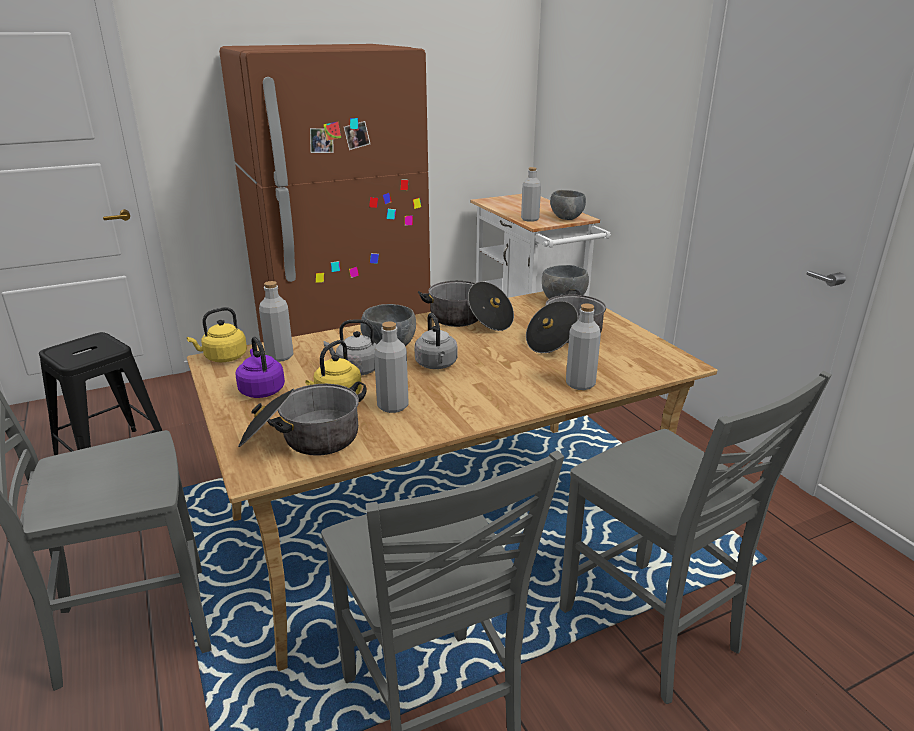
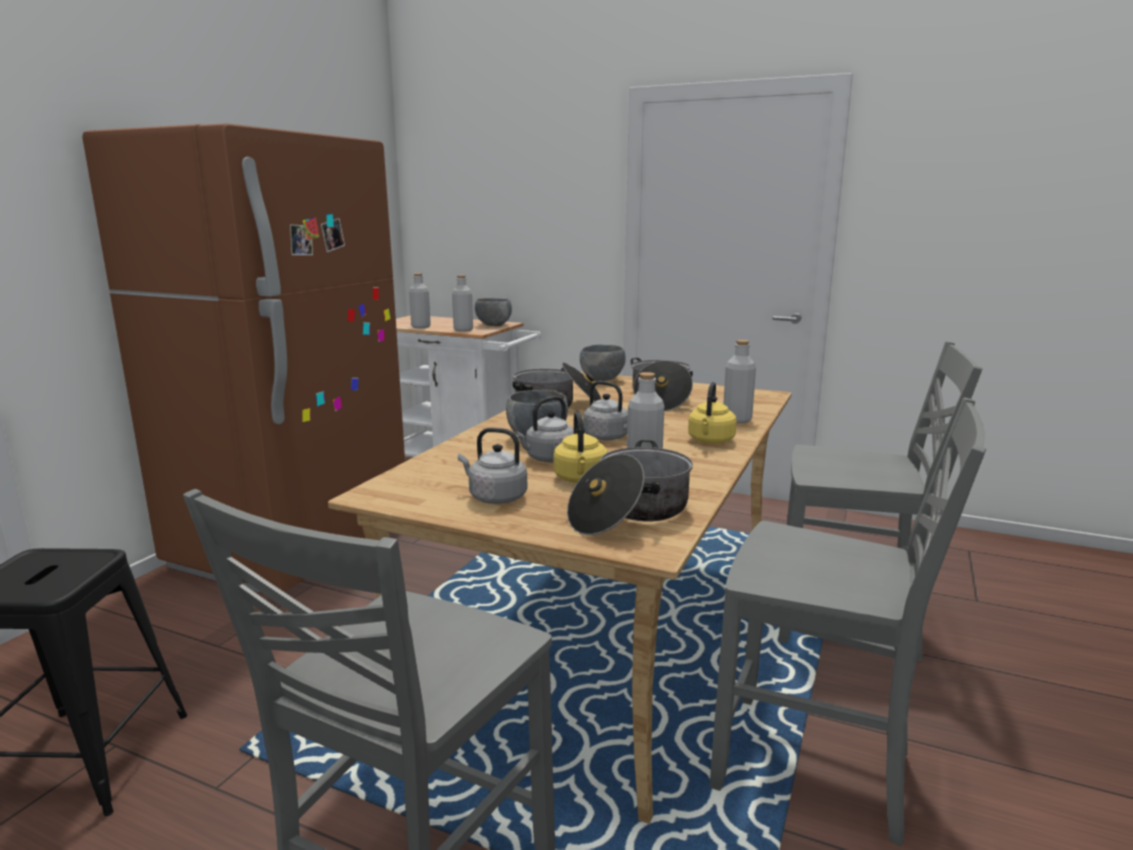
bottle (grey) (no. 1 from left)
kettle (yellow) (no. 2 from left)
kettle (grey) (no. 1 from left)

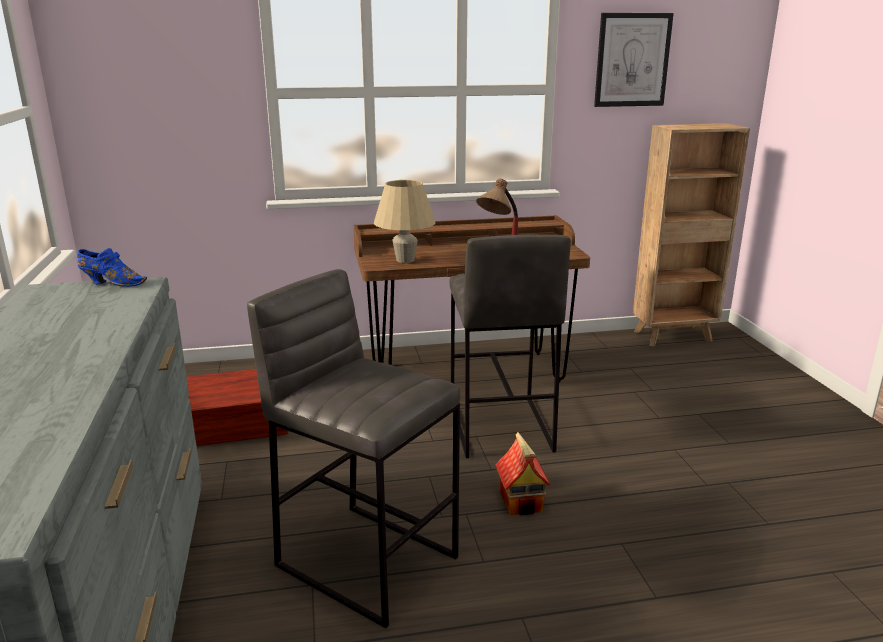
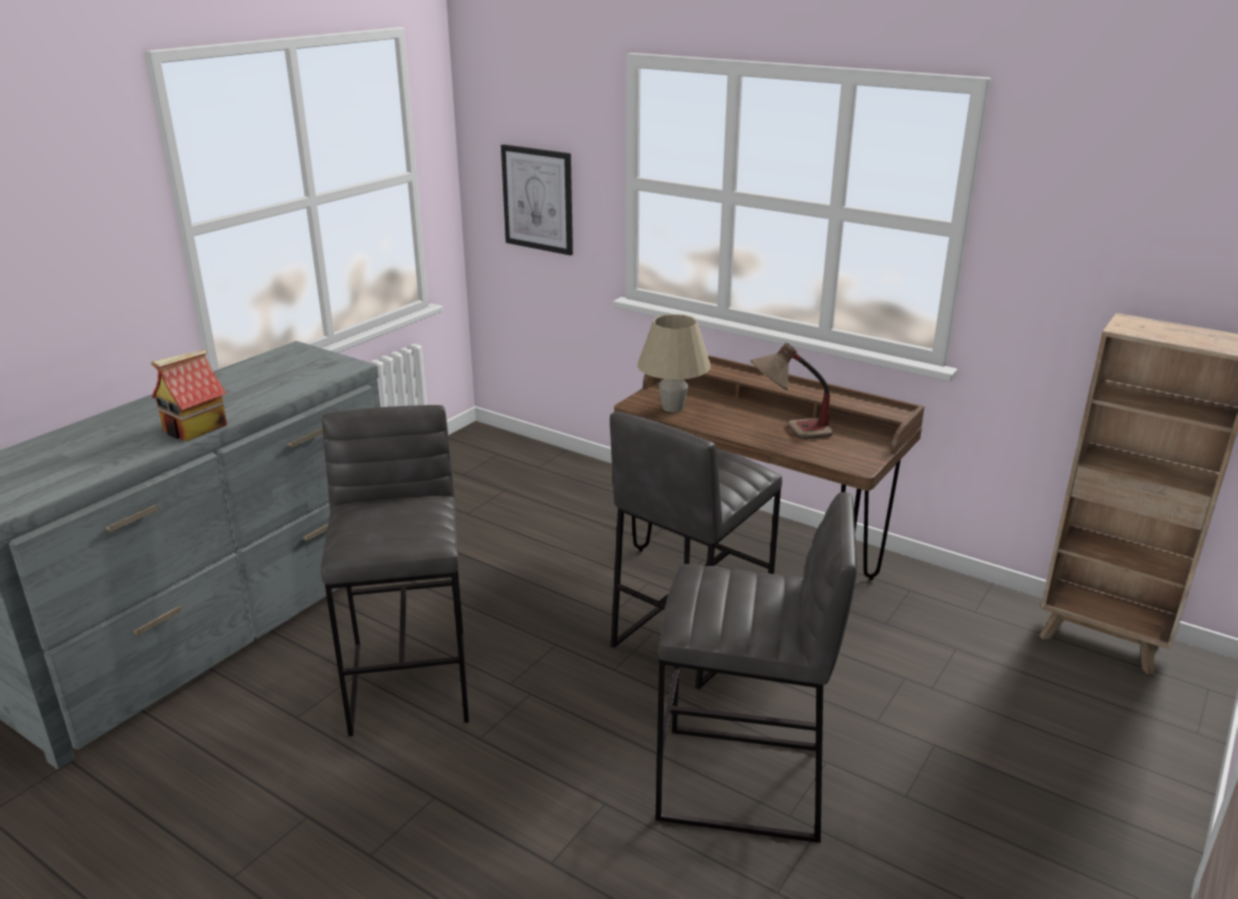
picture
shoe (blue)
storage box (brown)
toy house
stool (grey) (no. 3 from left)

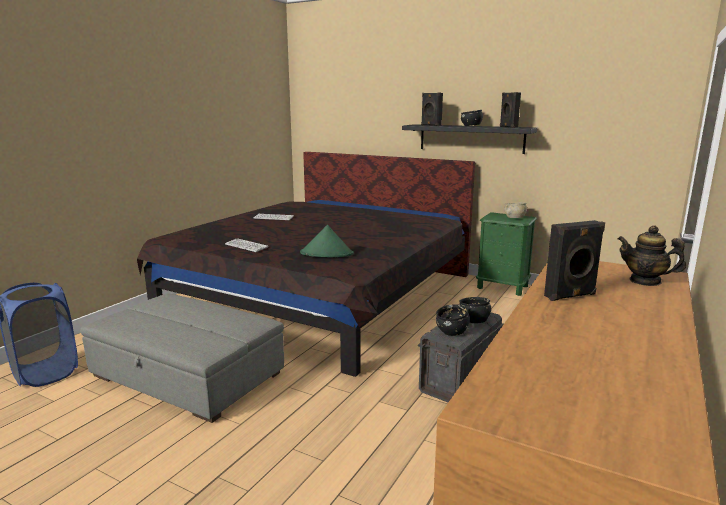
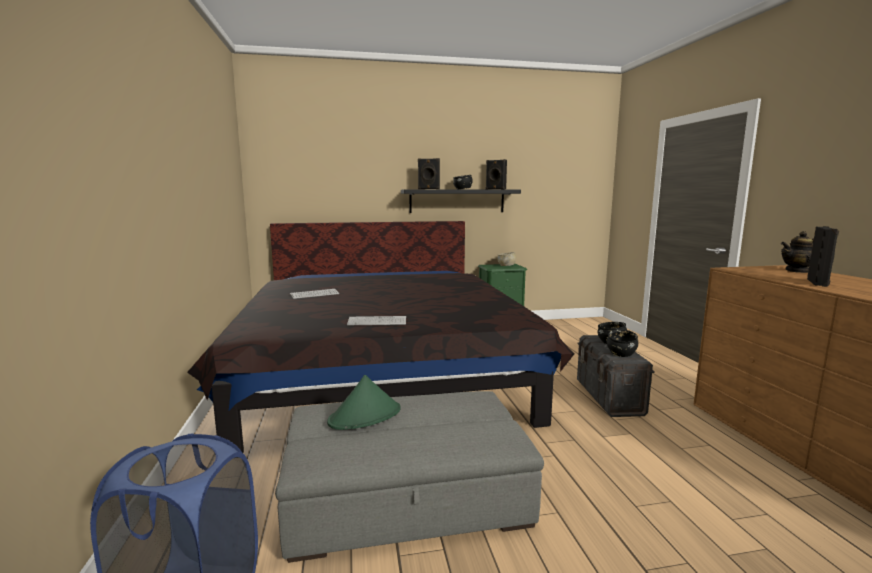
hat (green)

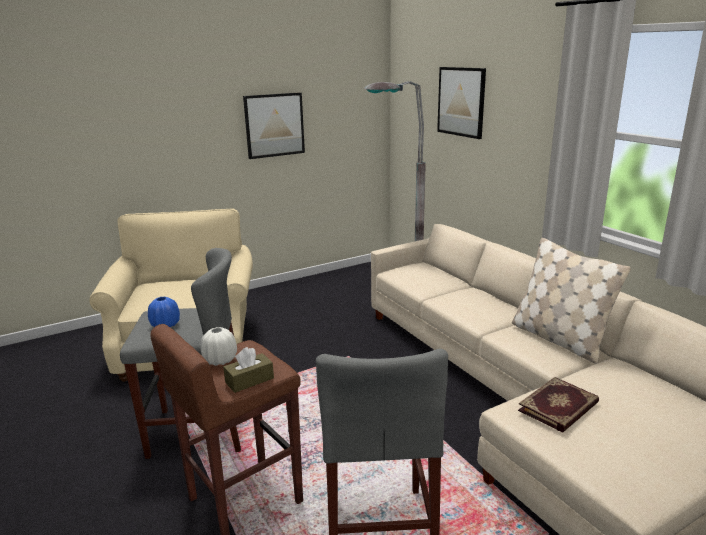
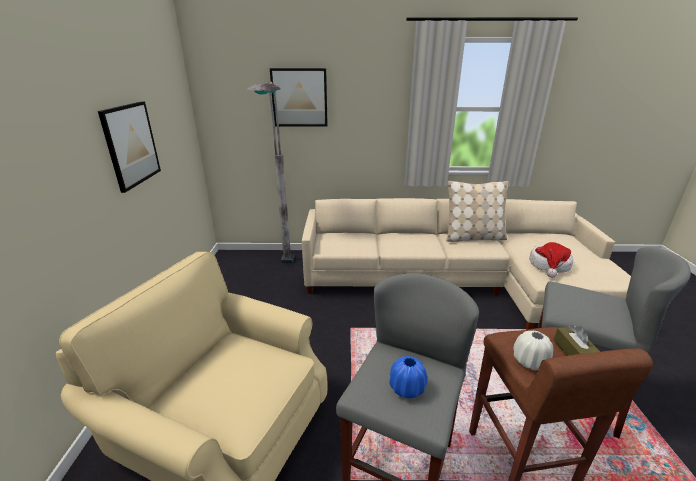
hat

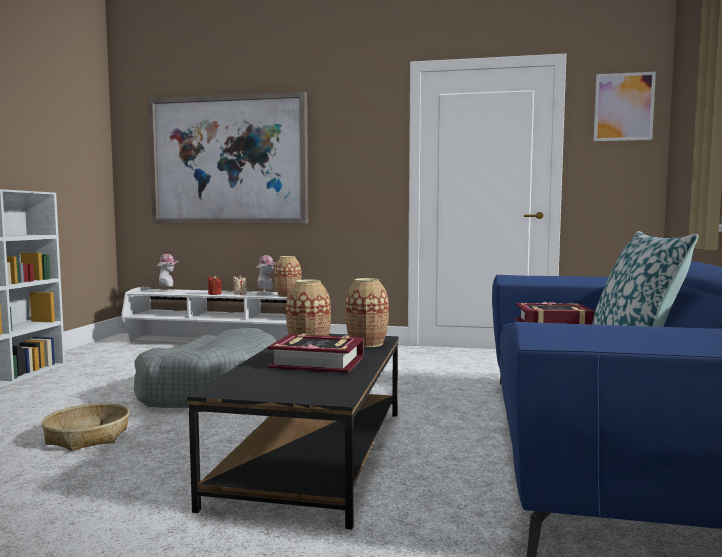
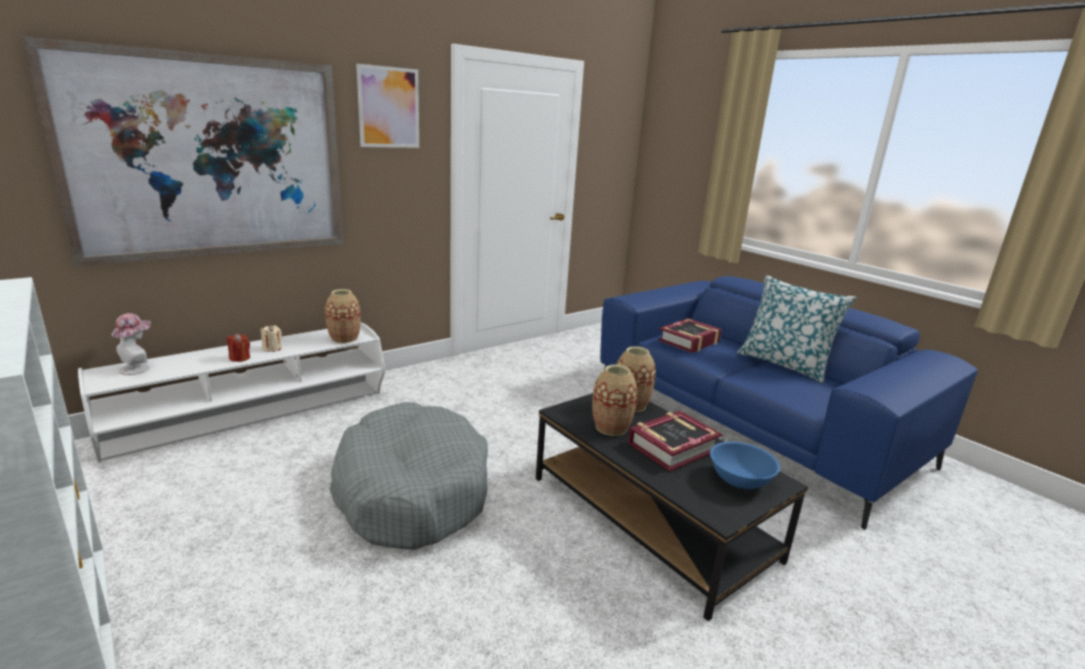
picture (no. 2 from left)
hat (no. 2 from left in the first image)
basket
bowl (blue)

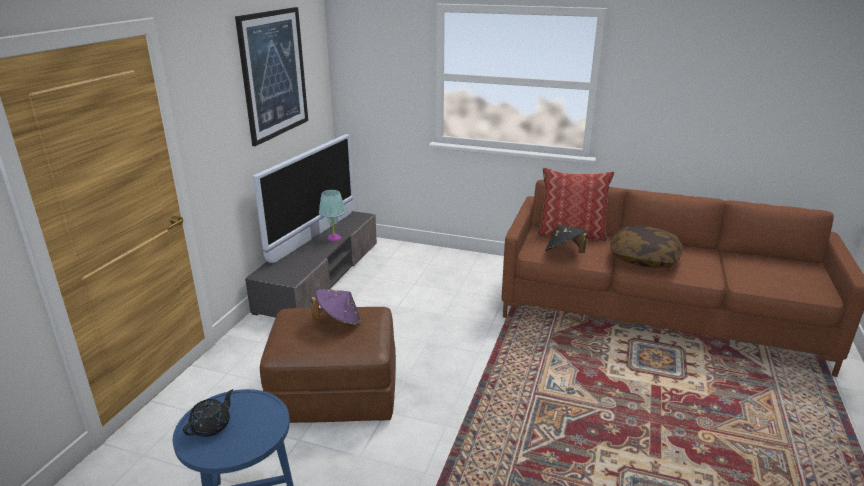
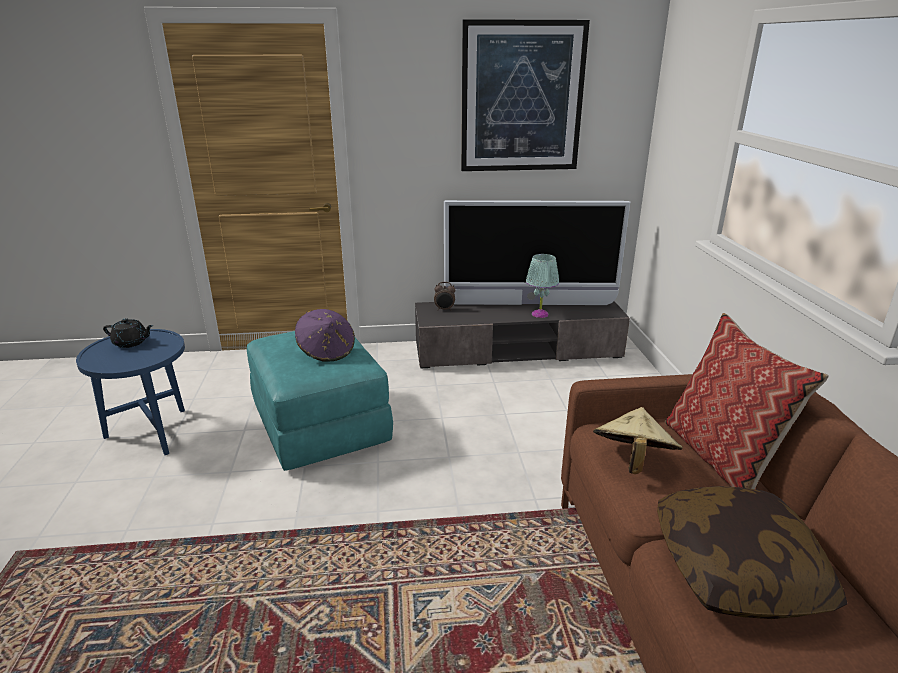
hat (beige)
ottoman (turquoise)
alarm clock

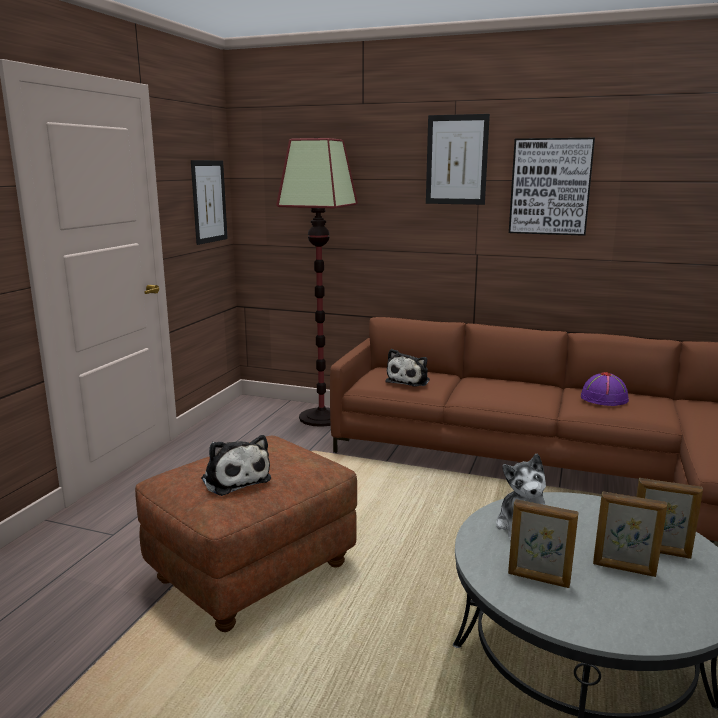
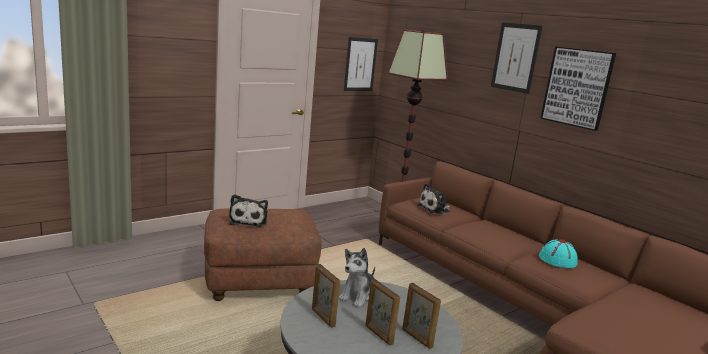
hat (turquoise)

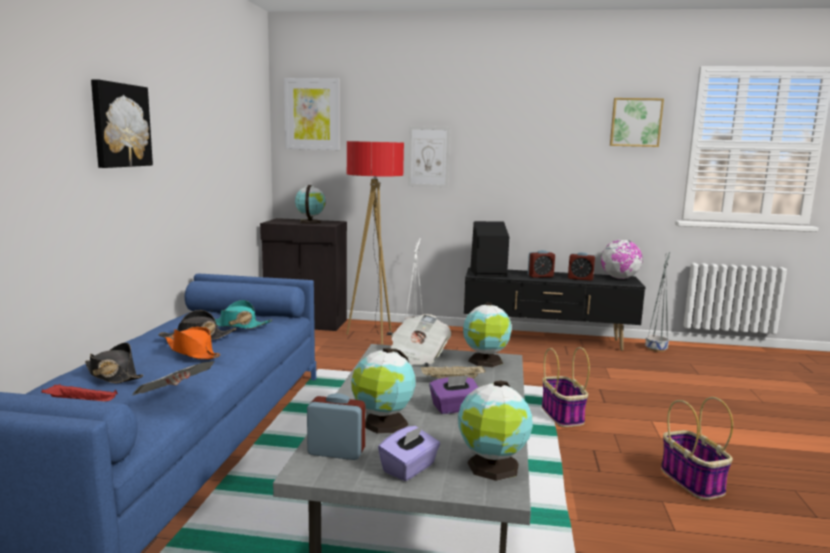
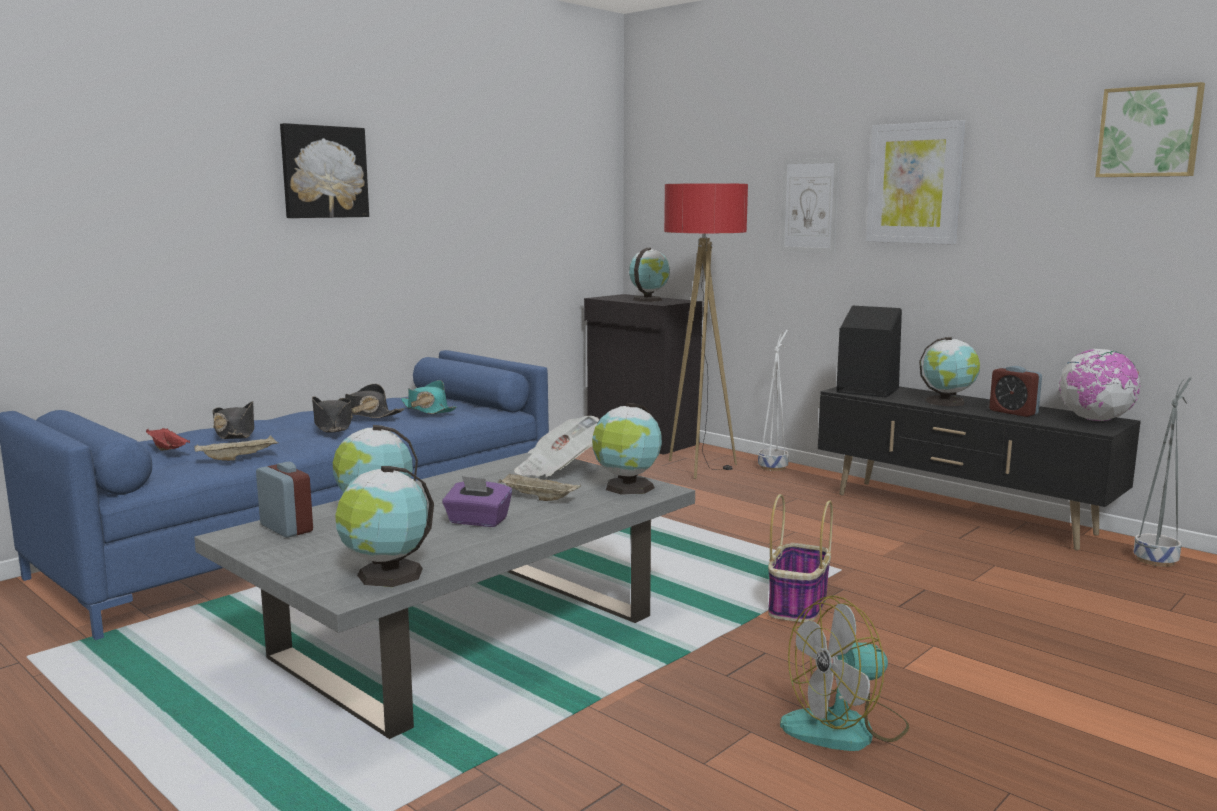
picture (no. 3 from left)
globe (no. 5 from left)
hat (black) (no. 2 from left)
tray (beige) (no. 1 from left)
fan
tissue box (purple) (no. 1 from left in the first image)

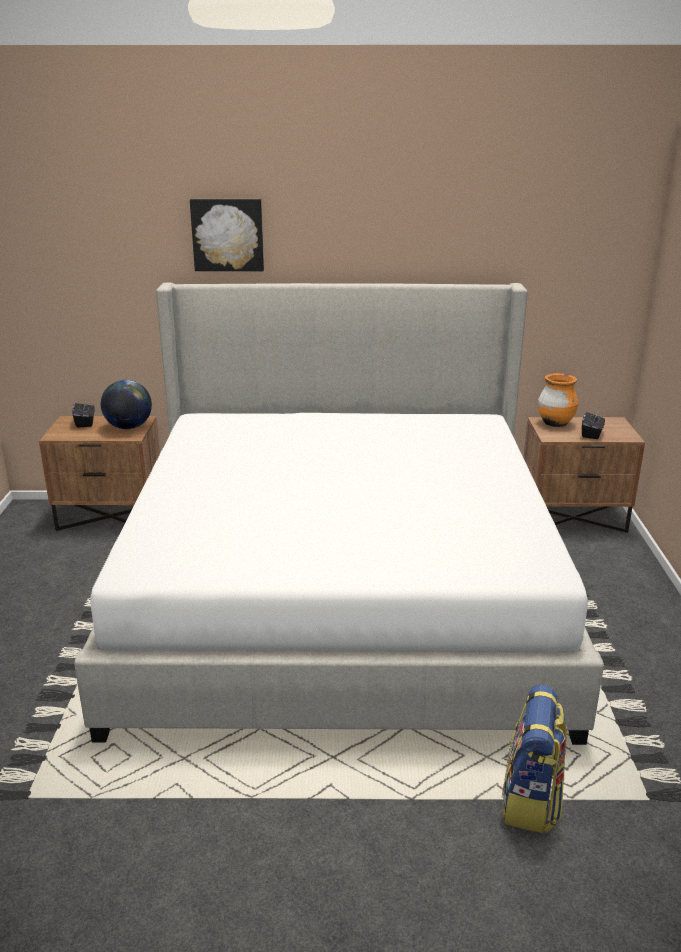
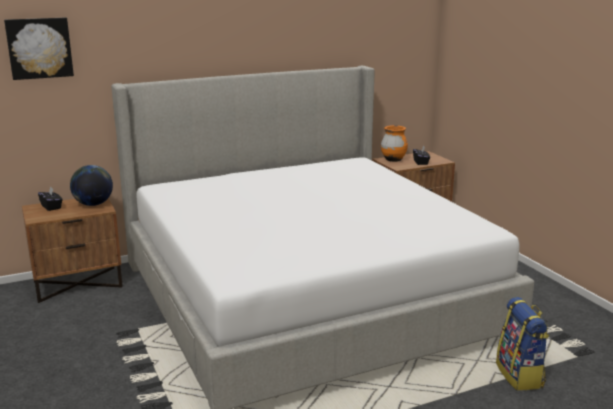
picture

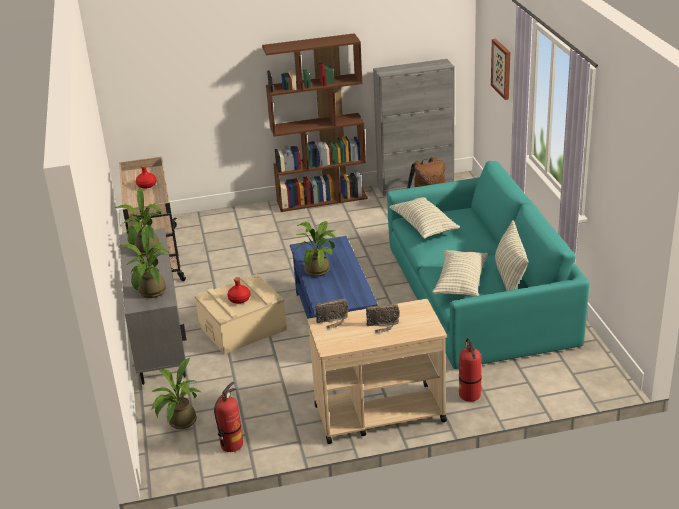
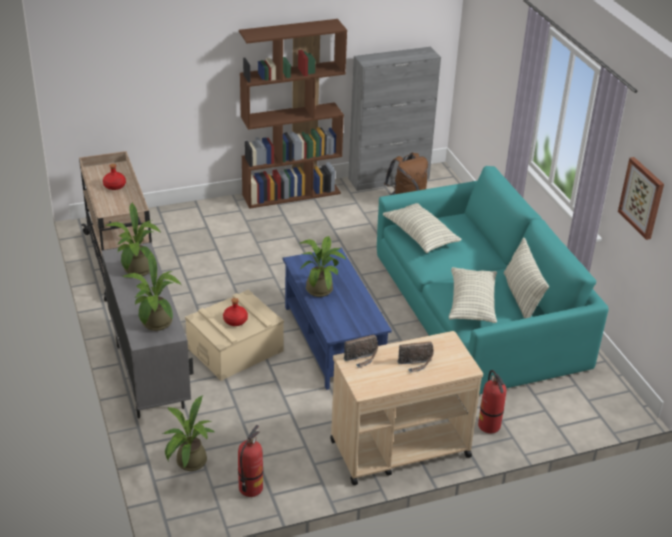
picture

